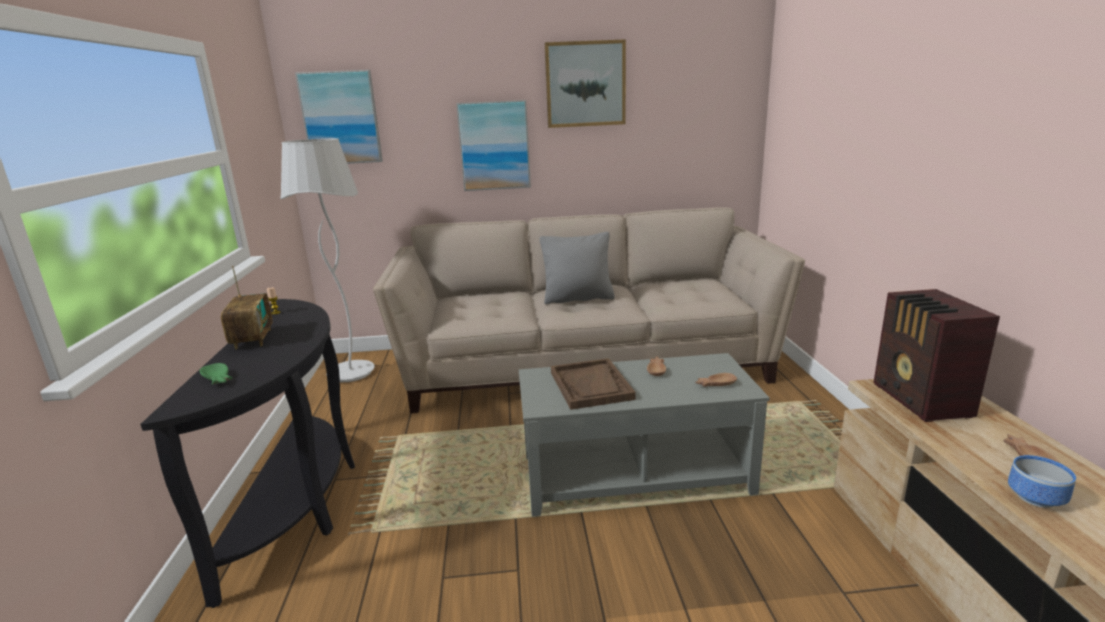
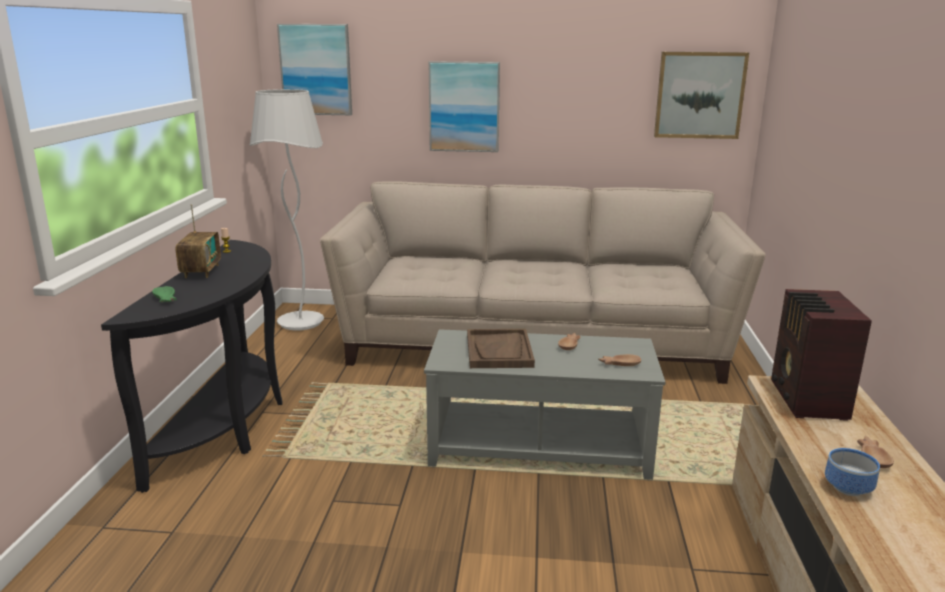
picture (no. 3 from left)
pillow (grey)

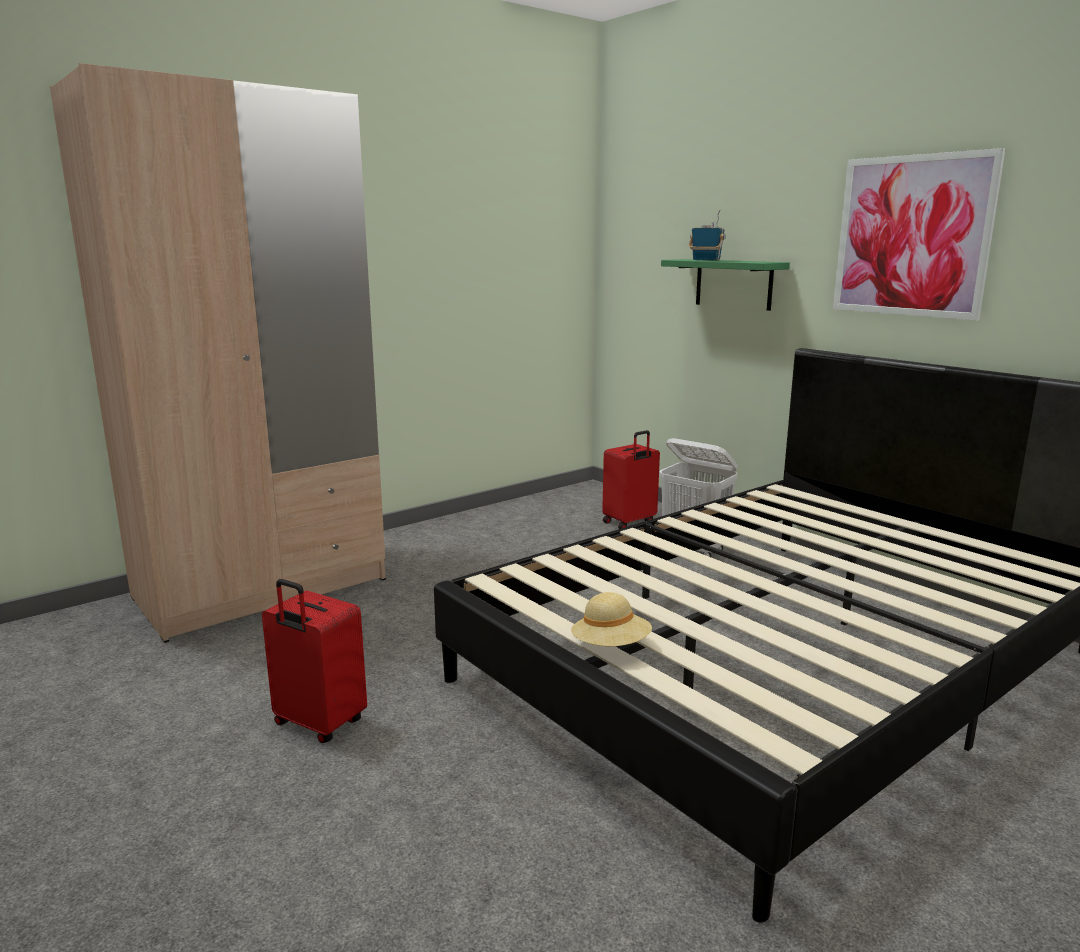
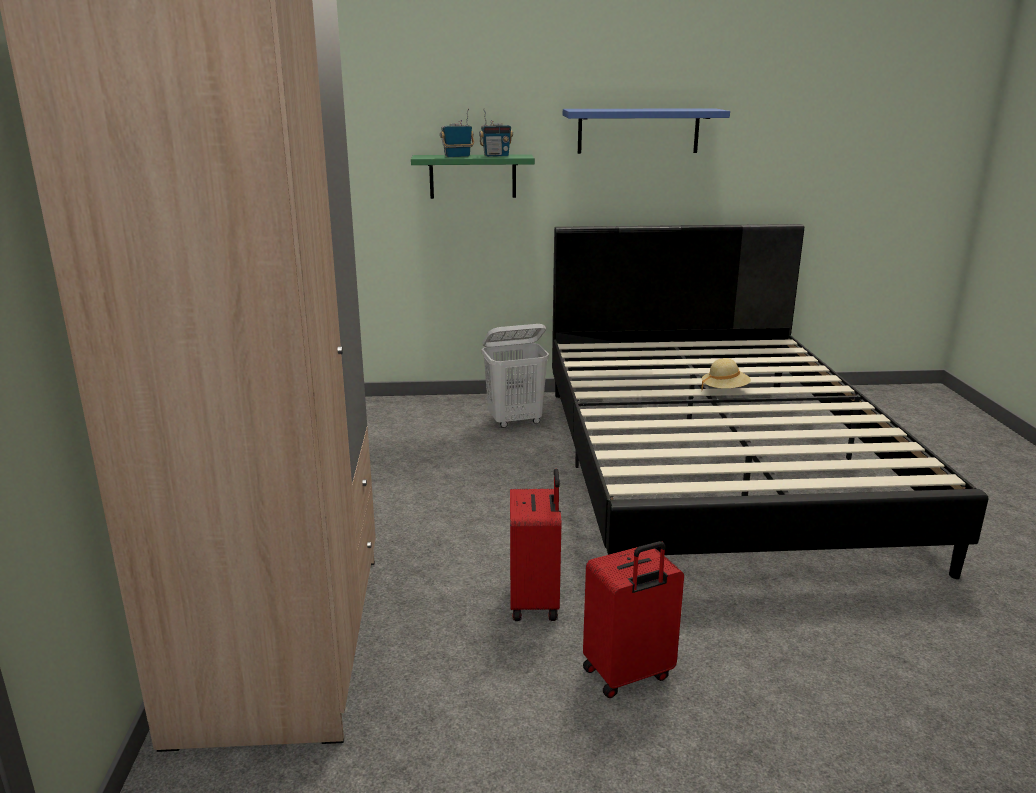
shelf (blue)
suitcase (red) (no. 1 from left)
hat (beige)
radio (no. 2 from left)

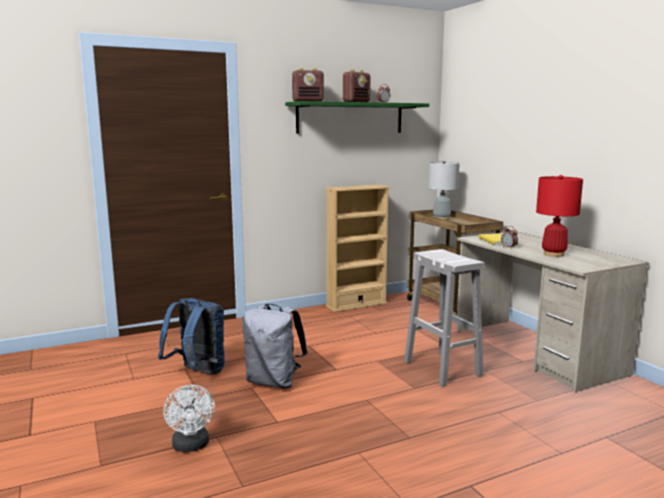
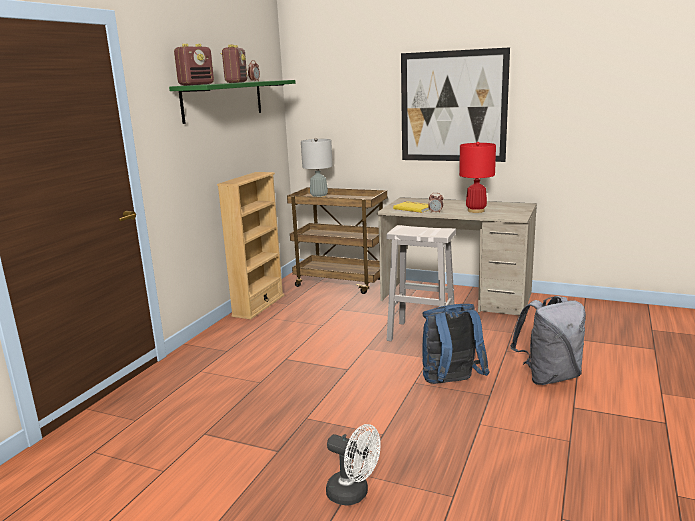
backpack (blue)
backpack (grey)
picture

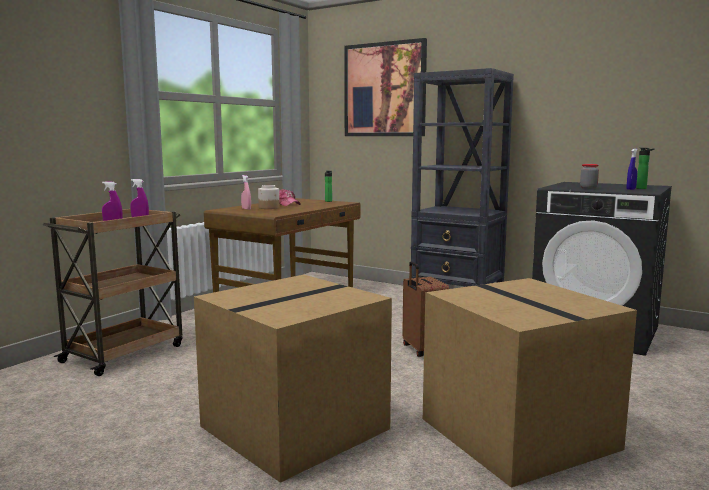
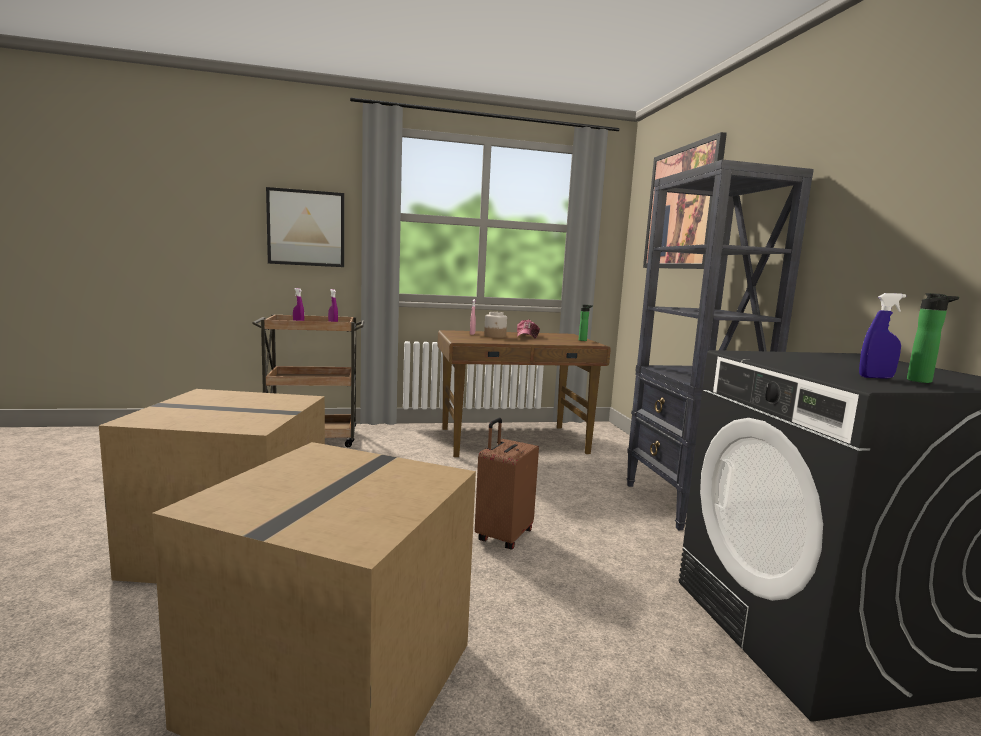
jar (no. 2 from left in the first image)
picture (no. 1 from left)

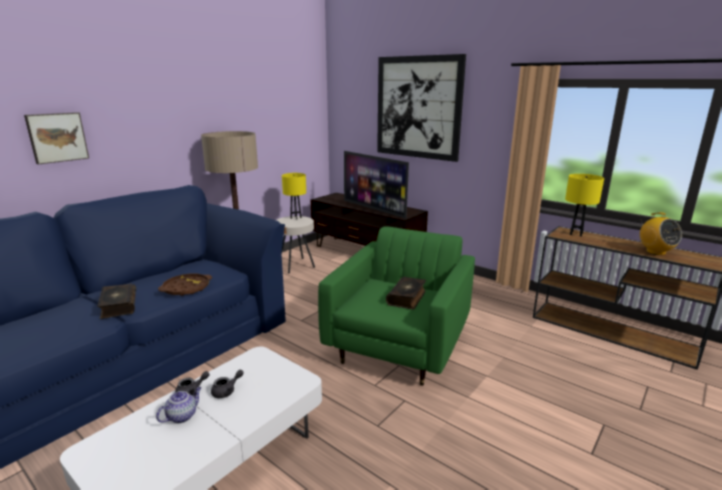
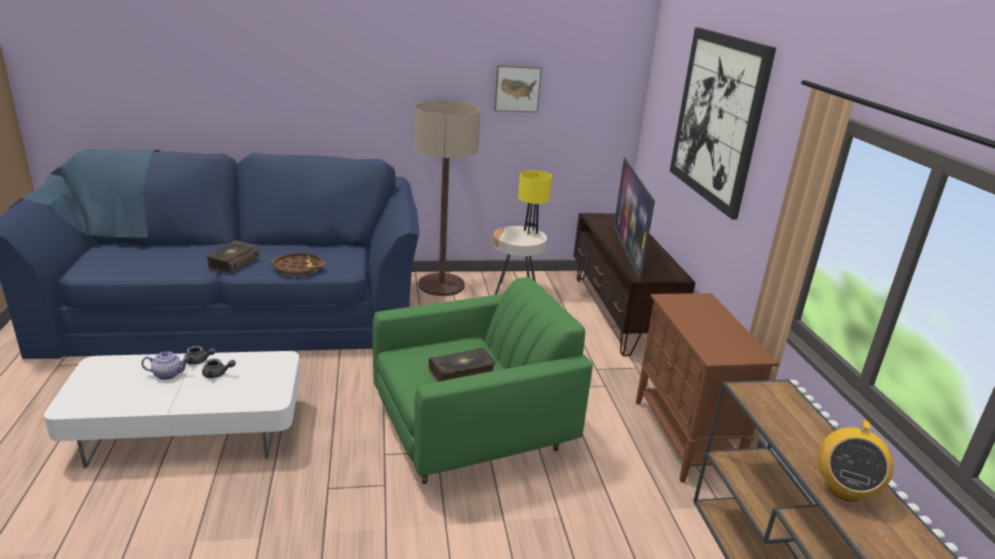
picture (no. 1 from left)
table lamp (yellow) (no. 2 from left in the first image)
cabinet (brown)

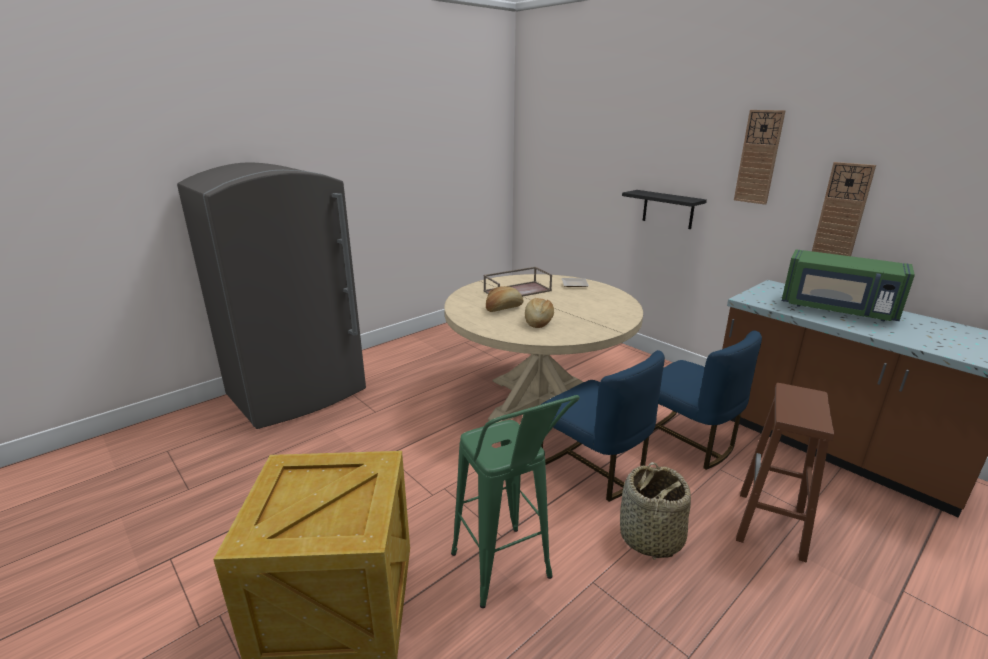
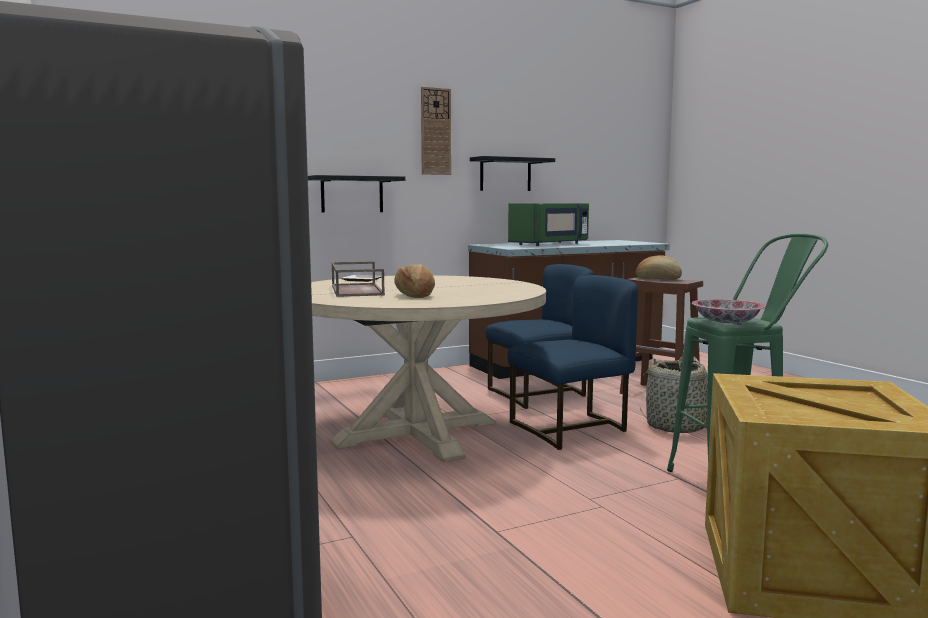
shelf (black) (no. 2 from left)
bread (no. 2 from left)
bowl

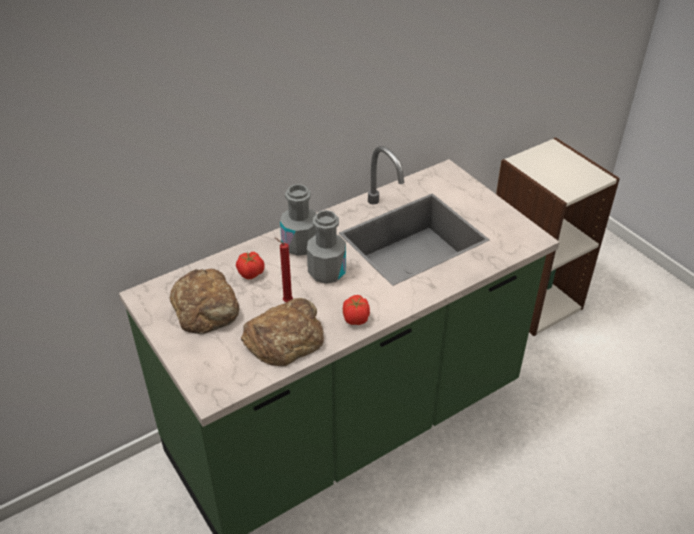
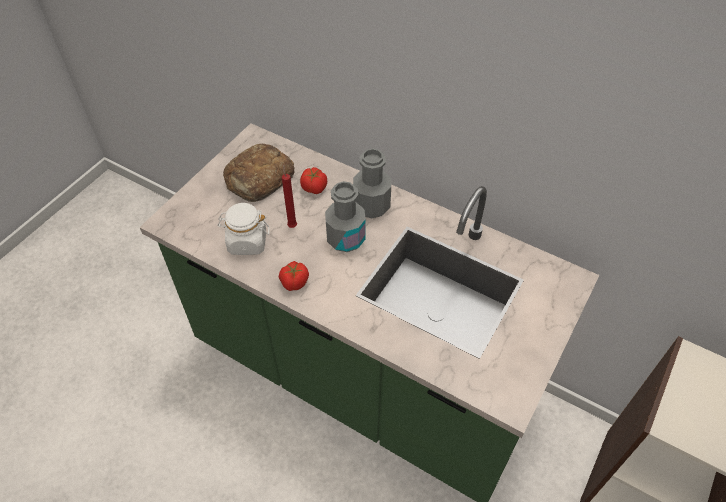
jar (white)

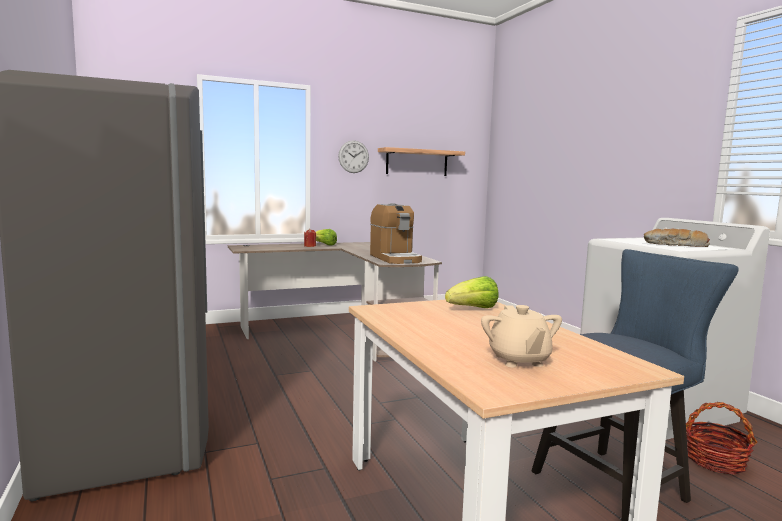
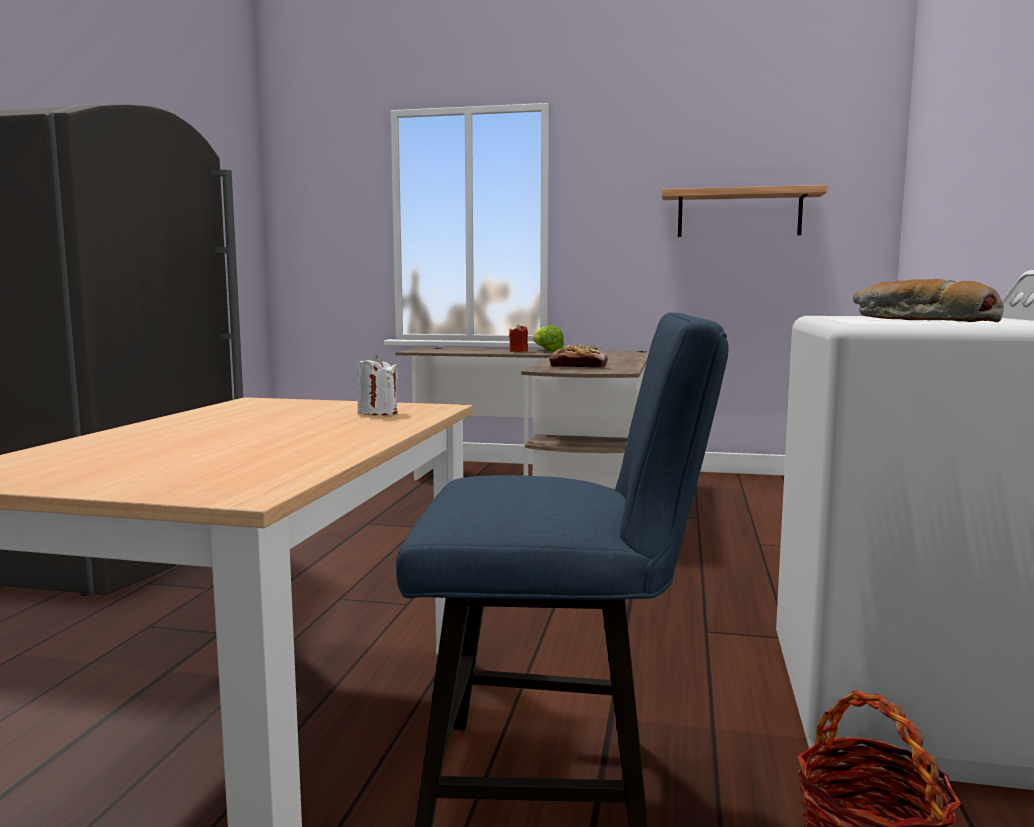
wall clock
bread (no. 1 from left)
candle (white)
teapot (beige)

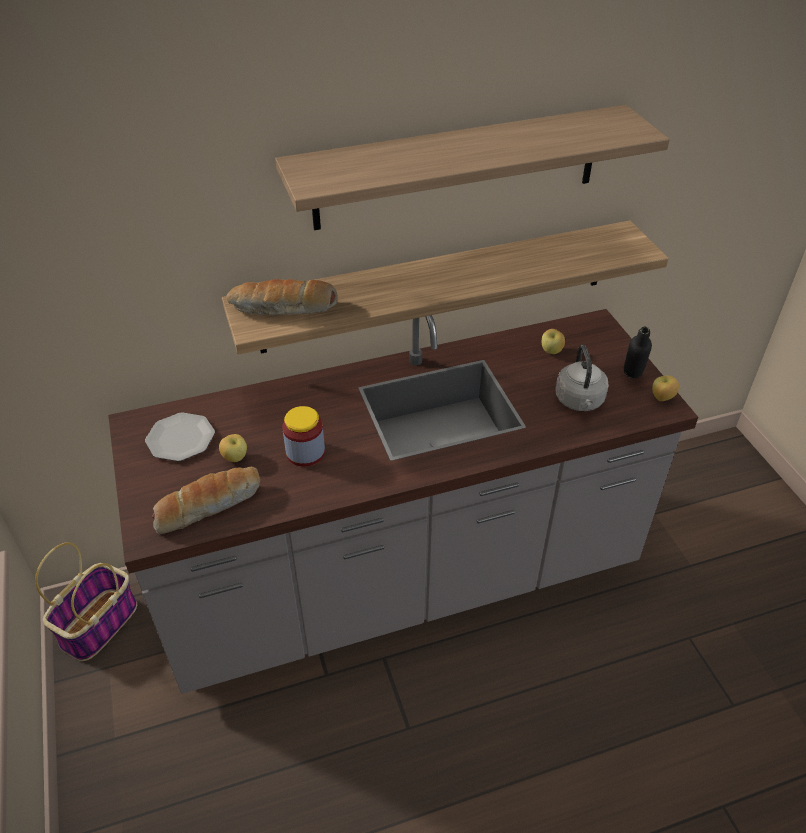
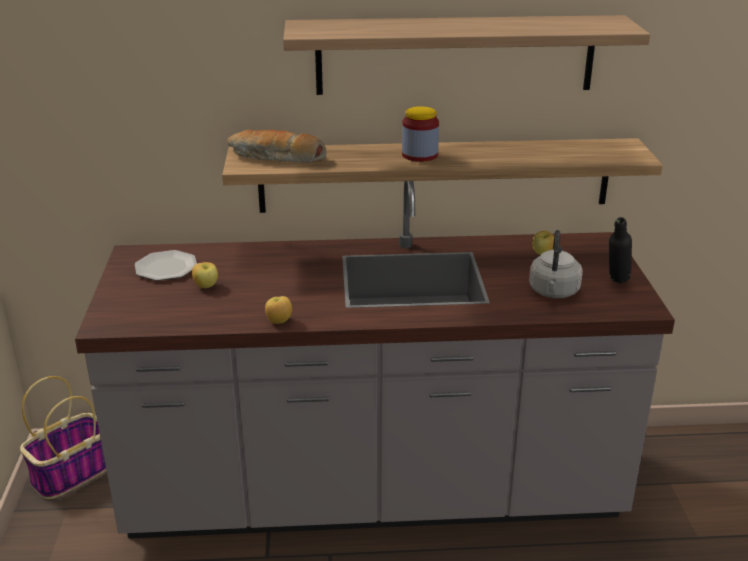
apple (no. 2 from left)
jar
bread (no. 1 from left in the first image)

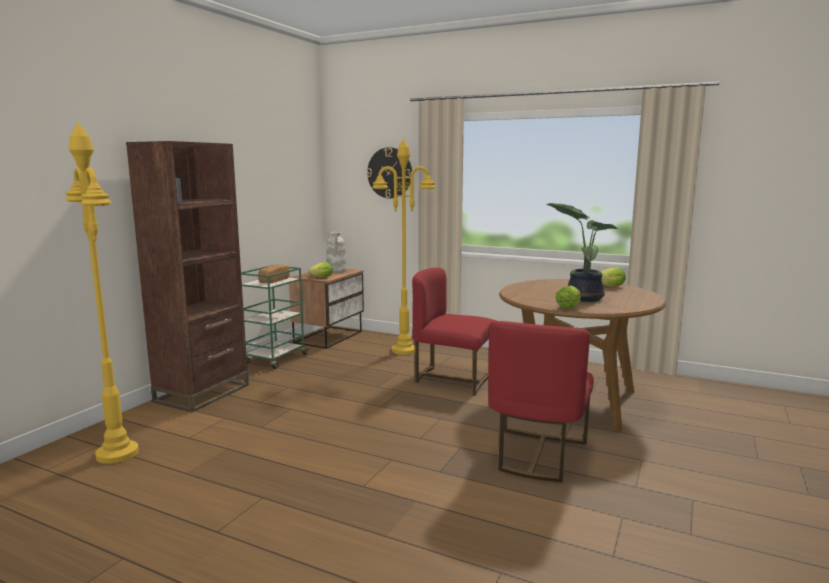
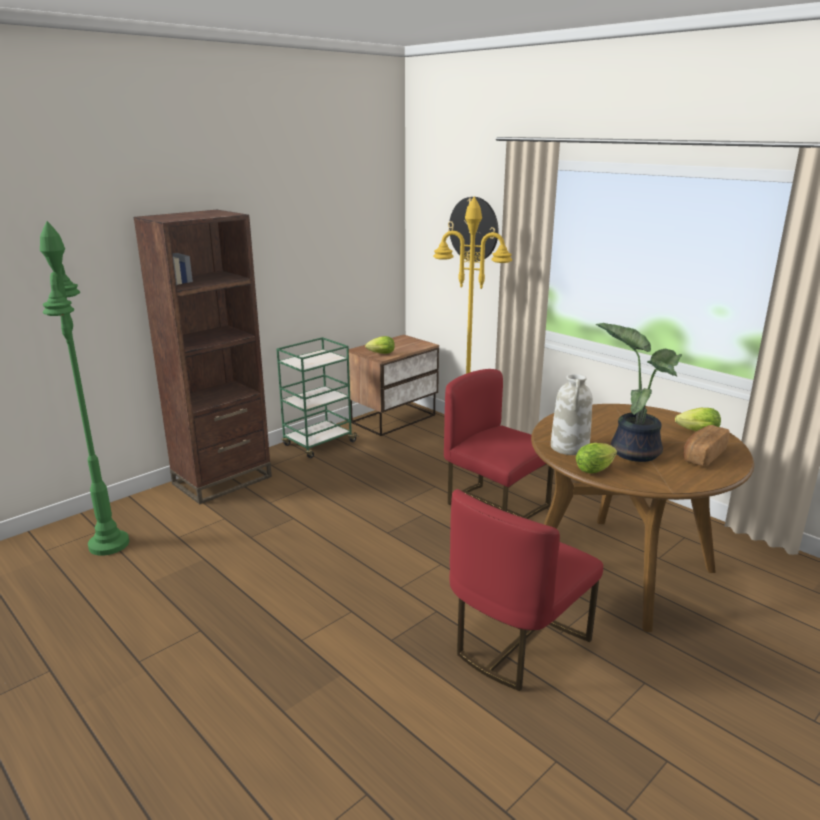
floor lamp (green)
vase (white)
bread

